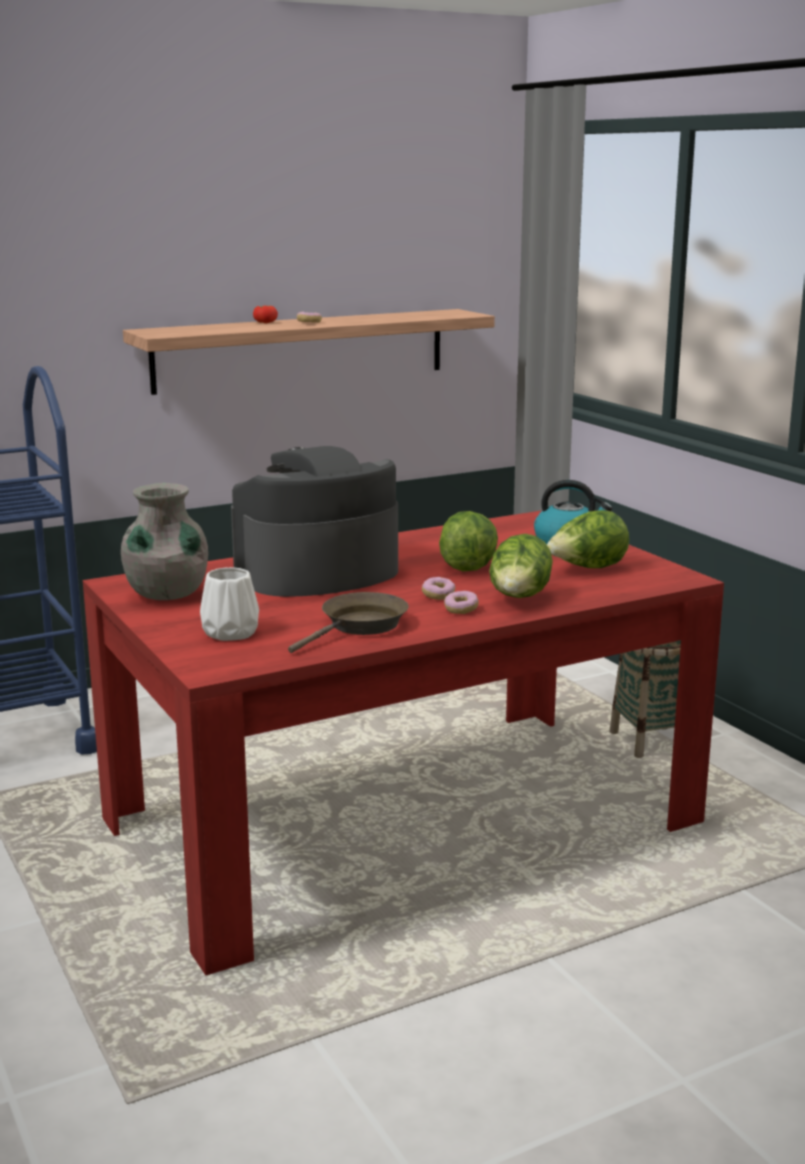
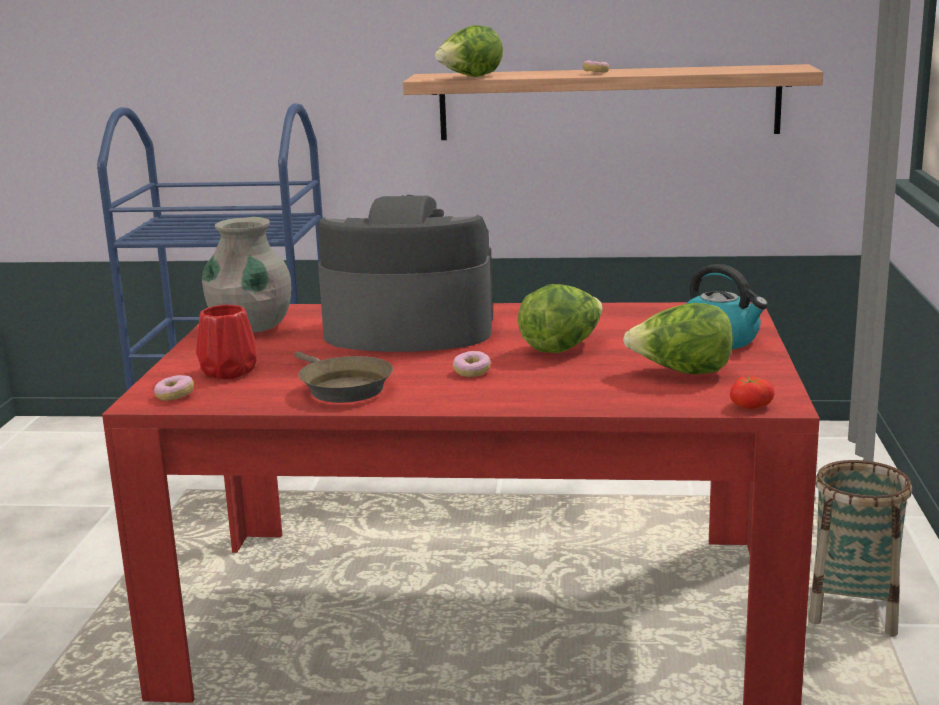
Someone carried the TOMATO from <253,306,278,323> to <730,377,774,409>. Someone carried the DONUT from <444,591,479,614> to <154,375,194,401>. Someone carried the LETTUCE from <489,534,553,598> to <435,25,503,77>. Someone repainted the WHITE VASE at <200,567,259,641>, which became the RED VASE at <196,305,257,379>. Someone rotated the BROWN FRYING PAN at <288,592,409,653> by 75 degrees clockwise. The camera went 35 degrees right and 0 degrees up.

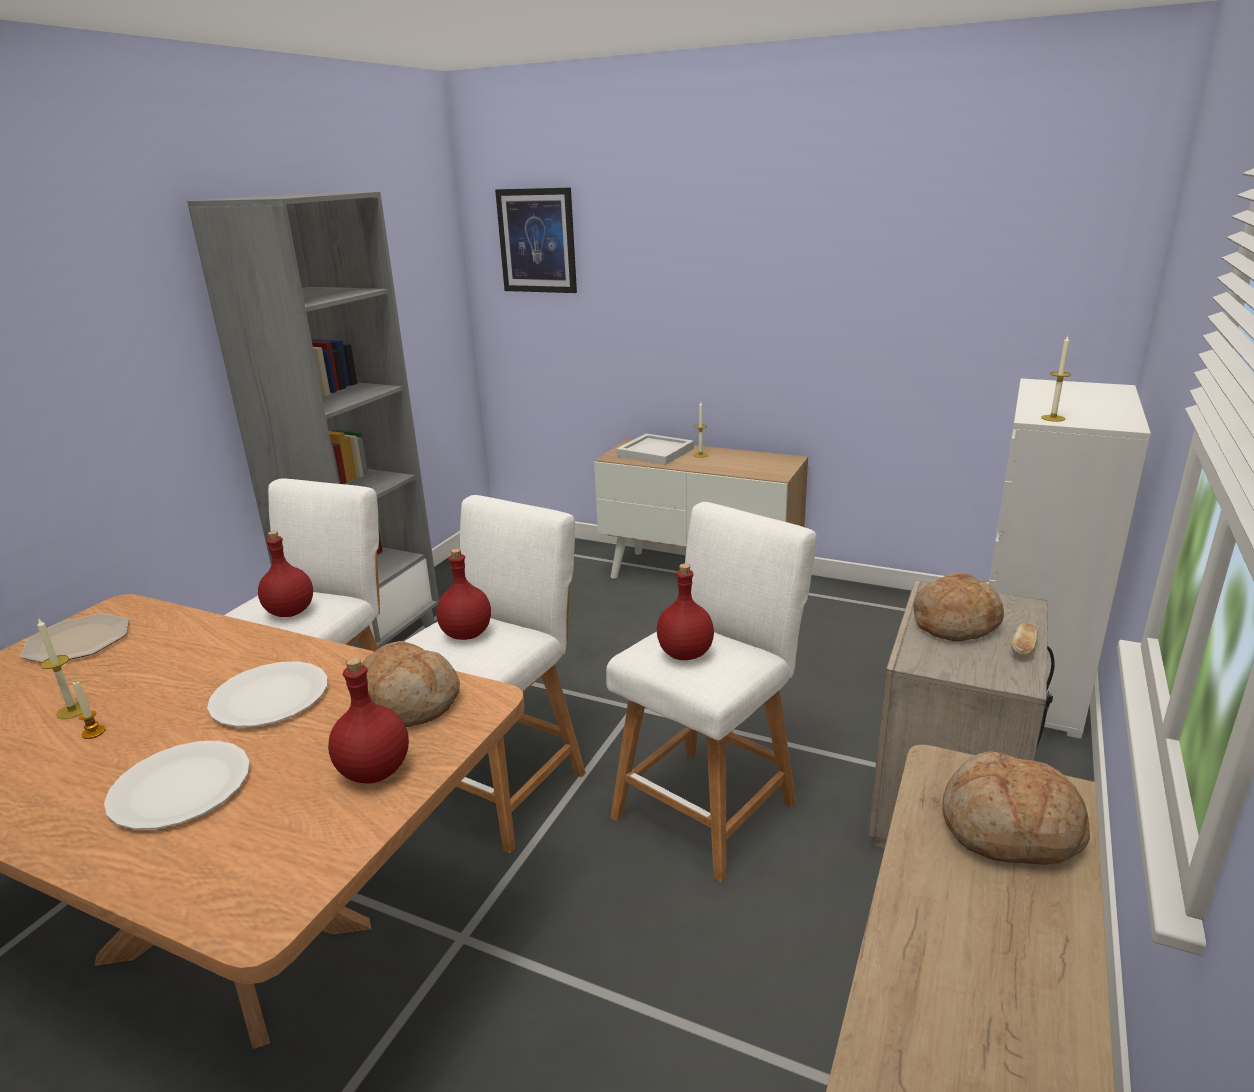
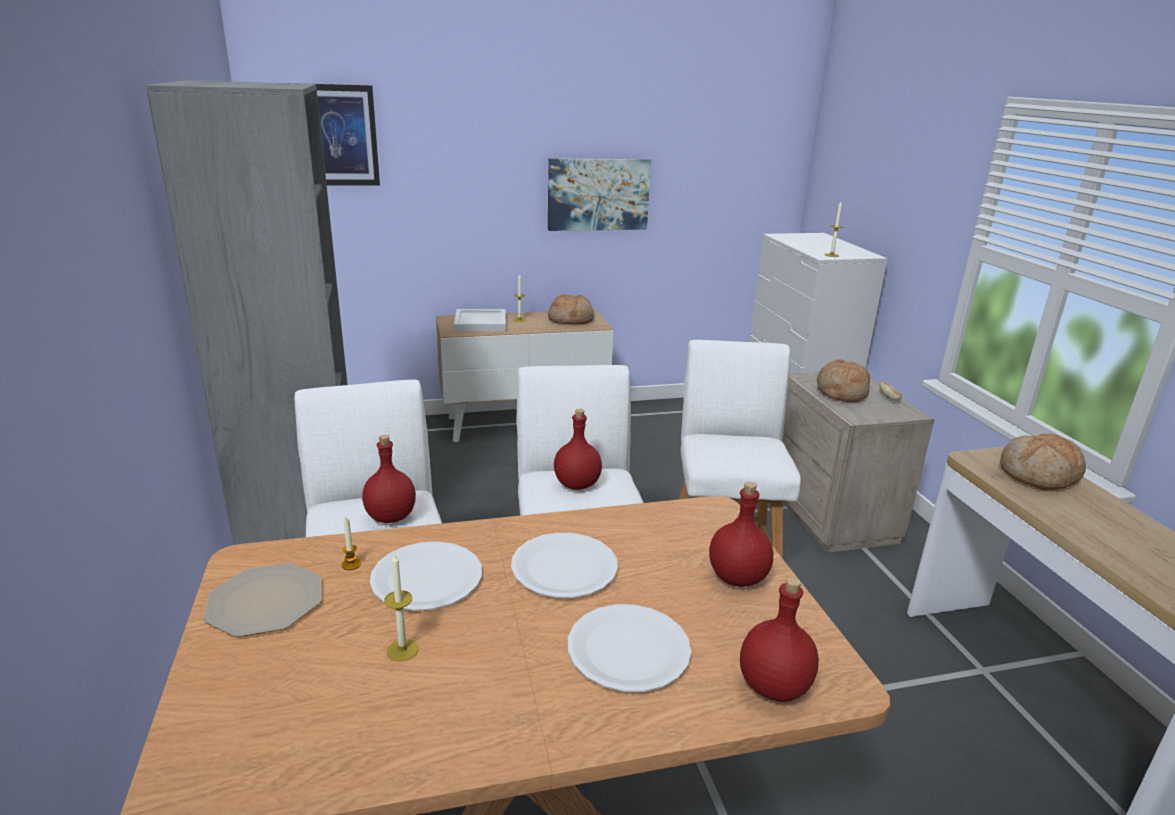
Someone put down the WHITE PLATE at <370,541,482,611>. Someone put up the PICTURE at <548,158,652,231>. Someone carried the CANDLE from <73,681,106,739> to <342,518,361,570>. Someone carried the BREAD from <350,641,460,727> to <548,294,594,324>. Someone carried the RED BOTTLE from <657,563,714,660> to <740,577,819,702>. The camera went 40 degrees left and 0 degrees up.

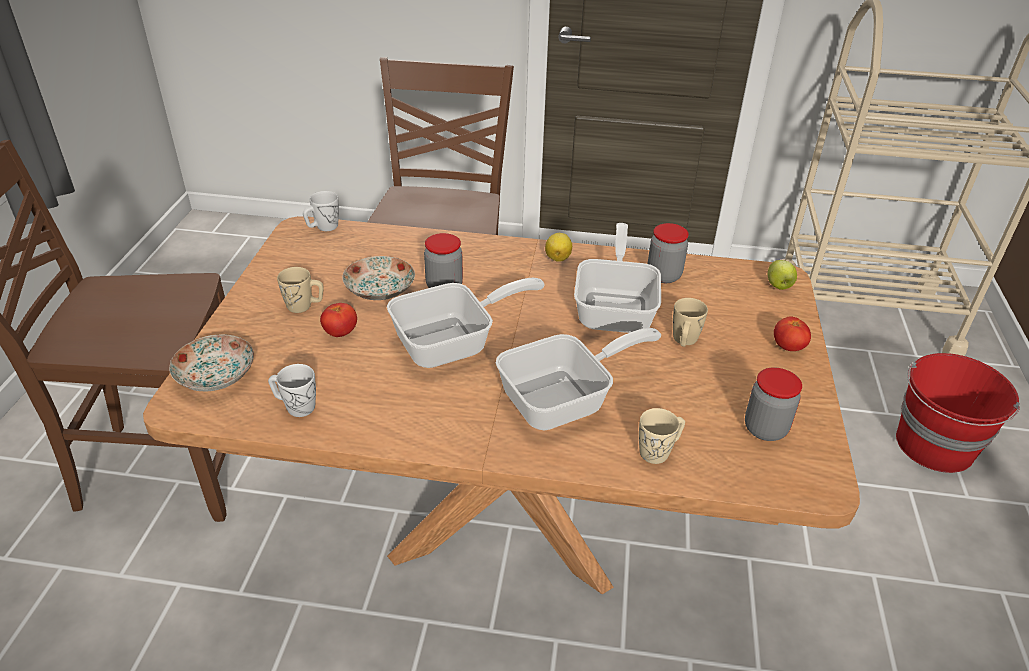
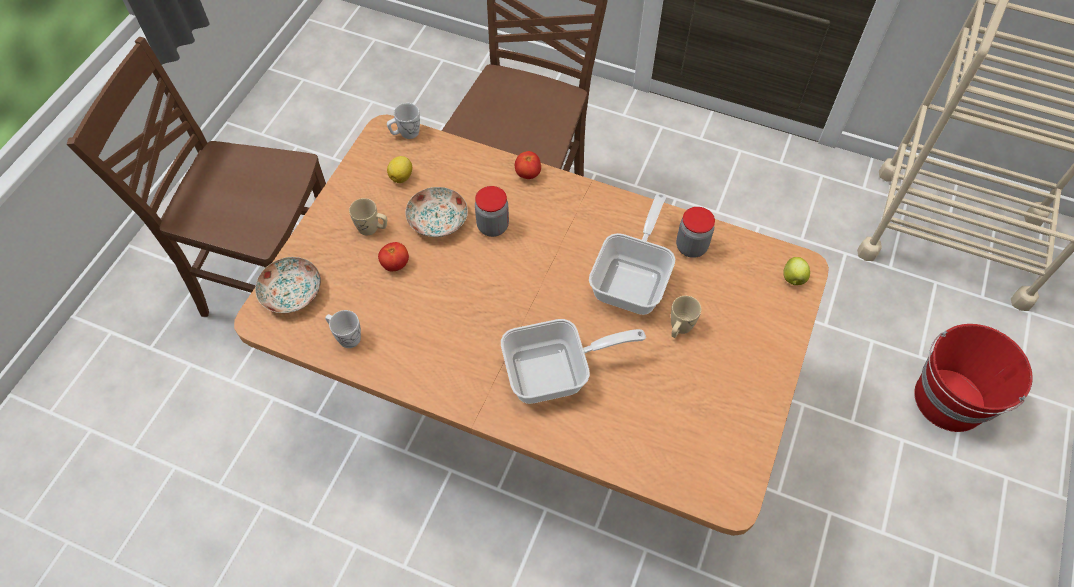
Someone took away the FRYING PAN at <387,278,545,368>. Someone took away the BEIGE MUG at <639,408,685,464>. Someone took away the JAR at <745,367,802,441>. Someone carried the LEMON from <545,233,572,262> to <387,156,412,183>. Someone carried the TOMATO from <774,317,811,351> to <515,151,541,179>. The camera went 15 degrees right and 20 degrees up.

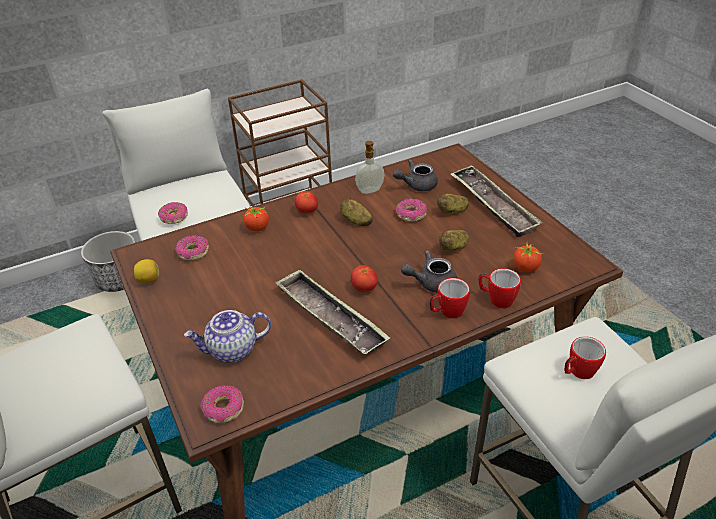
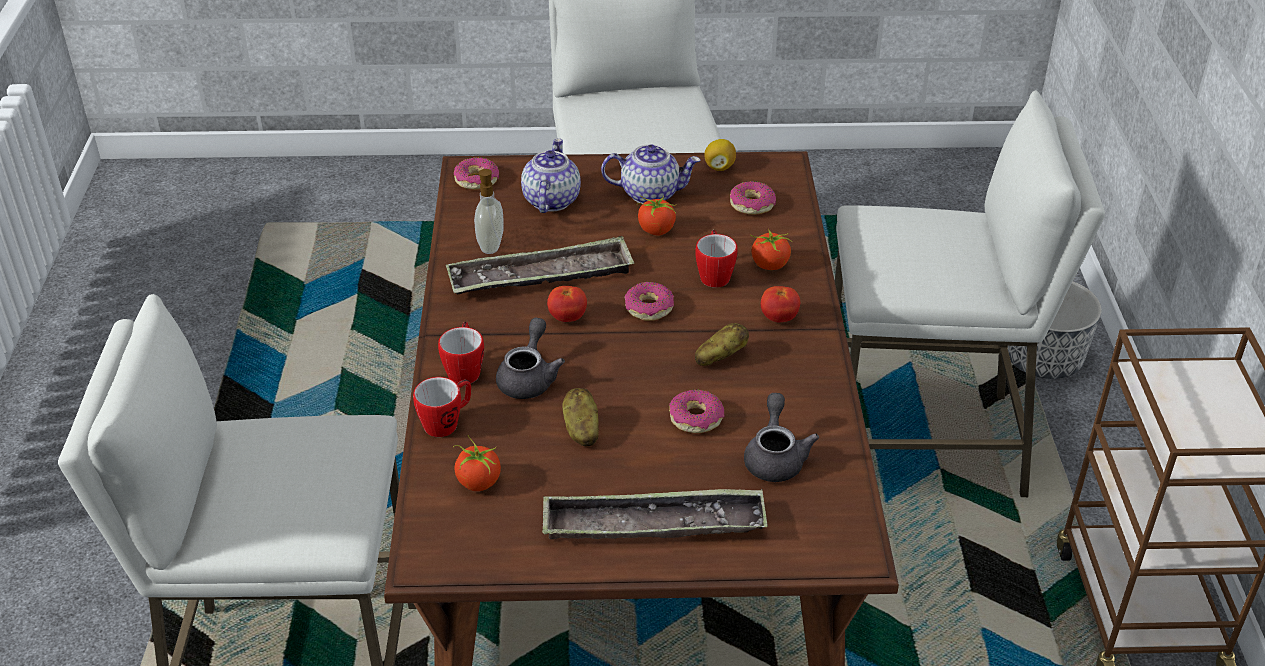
Someone took away the POTATO at <437,194,469,214>. Someone put down the TEAPOT at <601,144,701,204>. Someone put down the TOMATO at <637,194,677,236>. Someone carried the DONUT from <158,202,188,224> to <624,282,674,321>. Someone carried the SOAP DISPENSER from <355,141,384,194> to <468,169,504,254>. Someone carried the MUG from <564,337,606,379> to <695,230,738,288>. The camera went 115 degrees right and 0 degrees up.

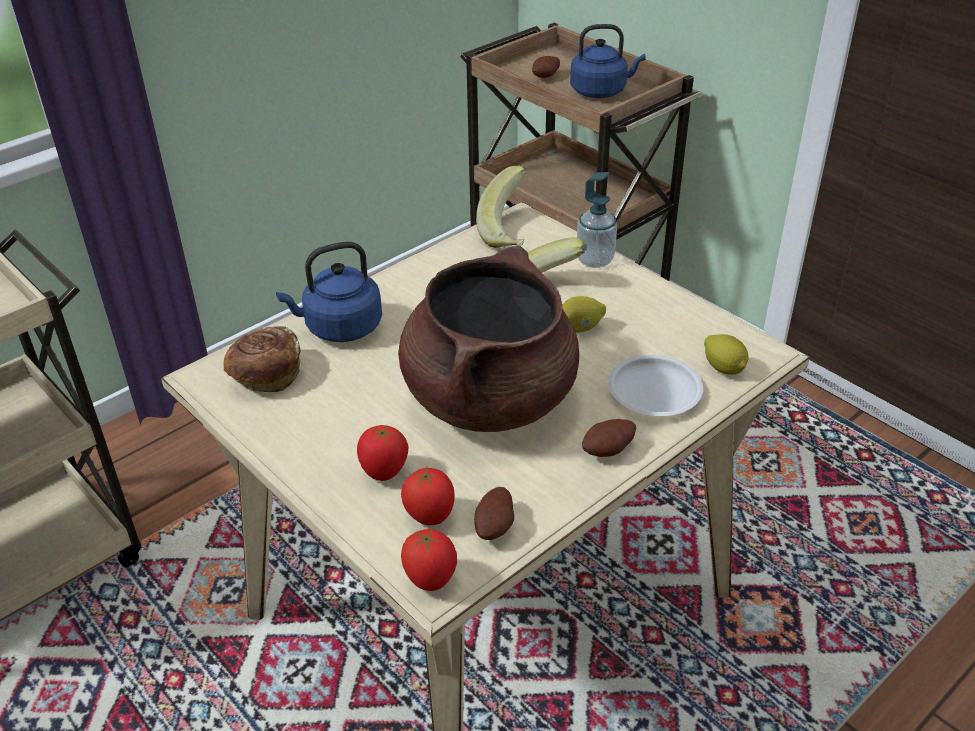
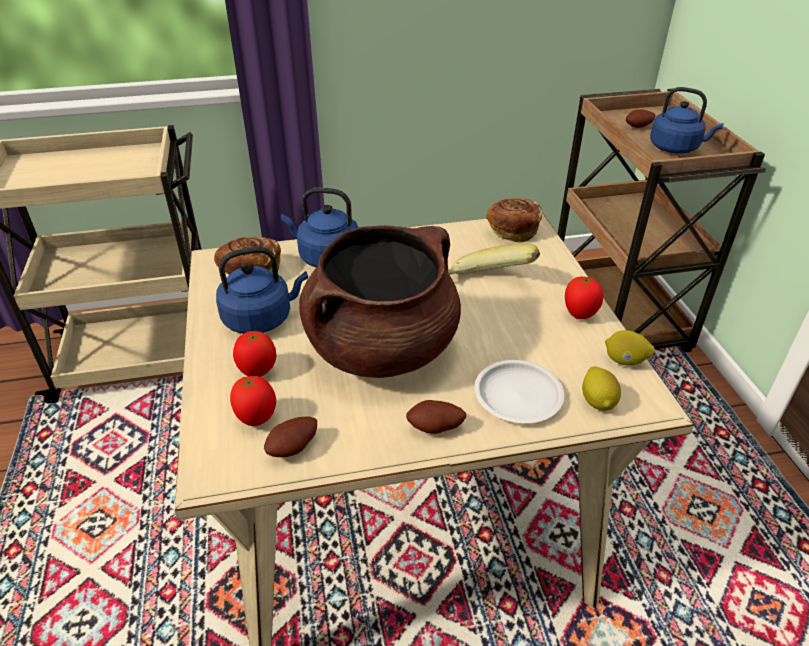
Someone took away the SOAP DISPENSER at <577,172,617,268>. Someone put down the BLUE KETTLE at <216,247,308,334>. Someone carried the TOMATO from <401,528,457,591> to <565,276,603,319>. Someone carried the LEMON from <562,296,606,332> to <605,330,655,365>. Someone swapped the BANANA at <476,166,526,248> for the BREAD at <486,198,542,242>. The camera went 30 degrees right and 0 degrees up.

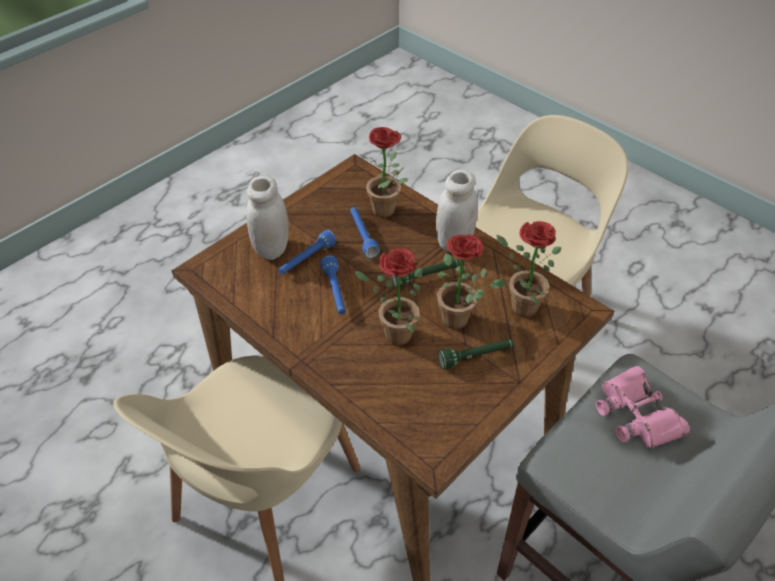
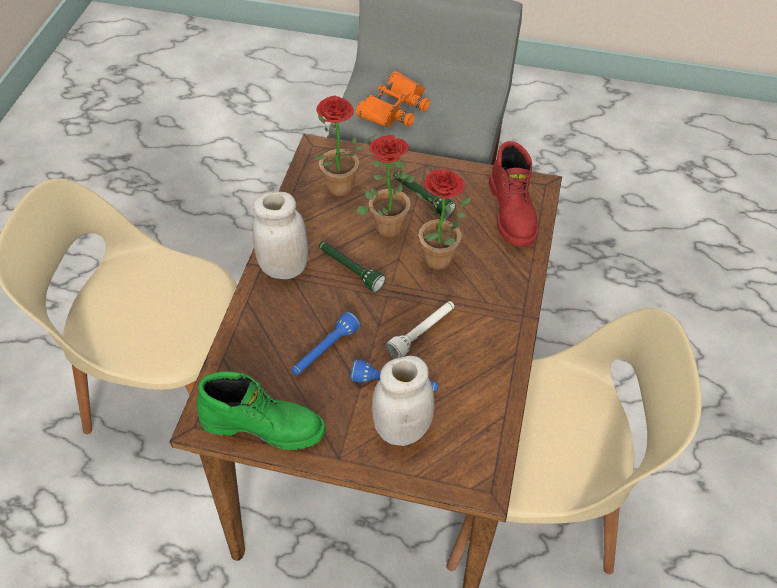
Someone took away the POTTED PLANT at <361,127,408,218>. Someone put down the GREEN BOOT at <196,372,325,450>. Someone put down the RED BOOT at <489,141,538,246>. Someone repainted the BLUE FLASHLIGHT at <320,255,346,315>, which became the WHITE FLASHLIGHT at <386,301,454,359>. Someone repainted the PINK BINOCULARS at <596,366,690,448>, which became the ORANGE BINOCULARS at <356,71,430,128>. The camera went 120 degrees left and 5 degrees up.

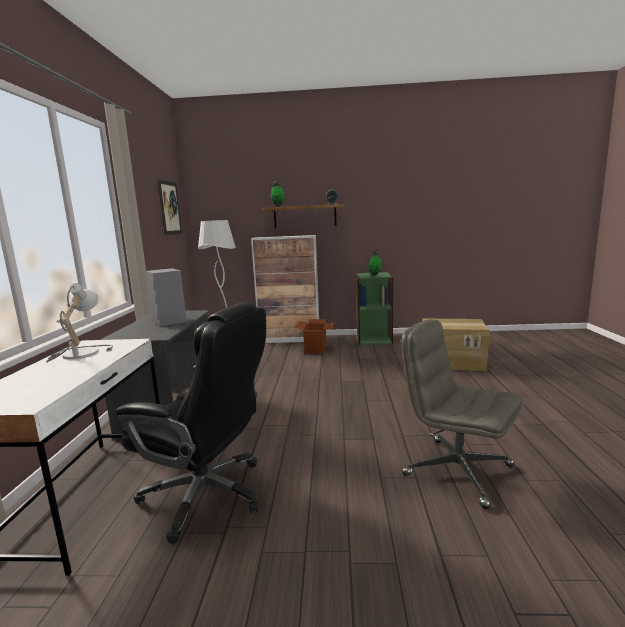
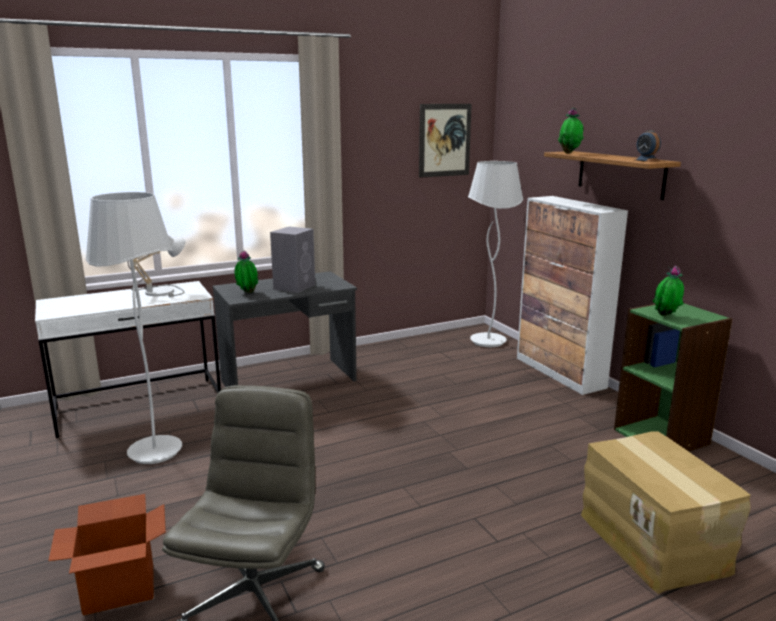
Someone put down the POTTED PLANT at <234,251,258,293>. Someone carried the CARDBOARD BOX from <295,319,334,354> to <48,494,166,615>. Someone swapped the BLACK OFFICE CHAIR at <115,302,266,544> for the WHITE FLOOR LAMP at <86,192,182,464>. The camera went 60 degrees right and 5 degrees up.

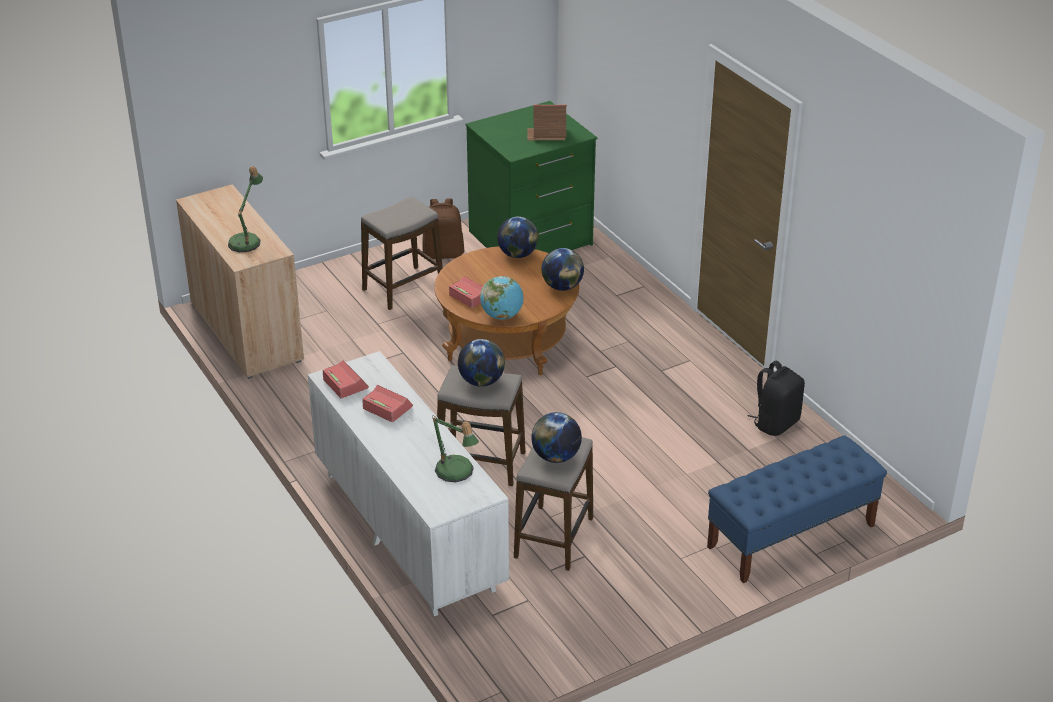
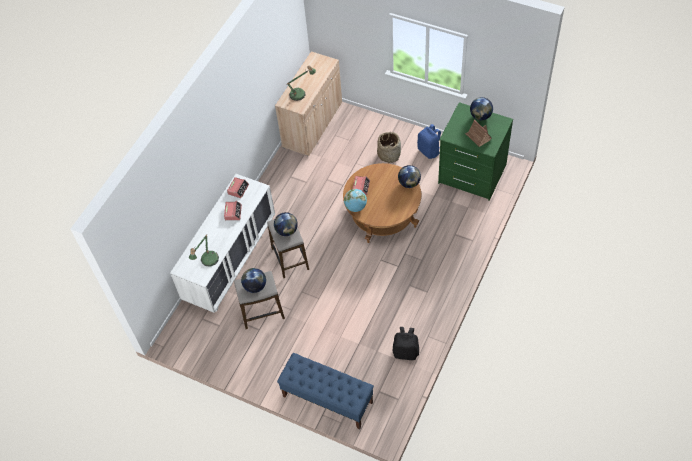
Someone carried the GLOBE from <542,248,584,291> to <470,97,493,120>. Someone swapped the STOOL at <361,196,443,310> for the BASKET at <377,132,401,164>. Someone repainted the BROWN BACKPACK at <422,198,464,259>, which became the BLUE BACKPACK at <417,124,441,159>. The camera went 60 degrees right and 20 degrees up.

